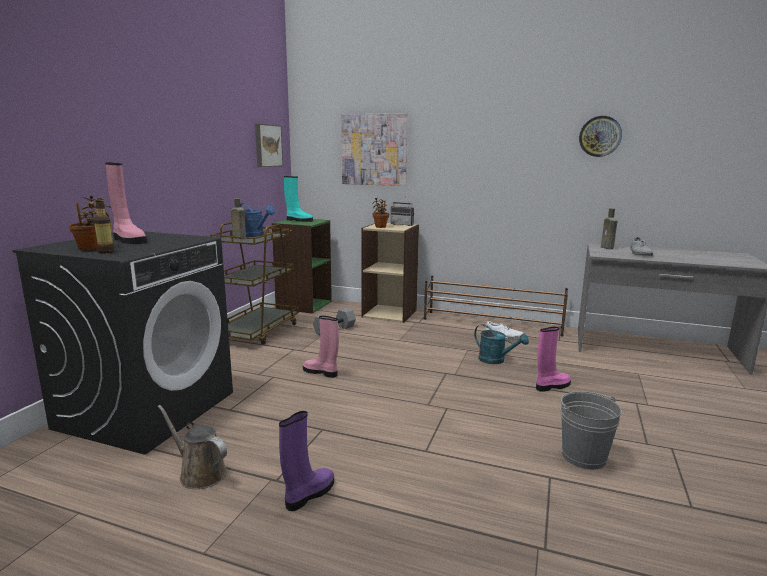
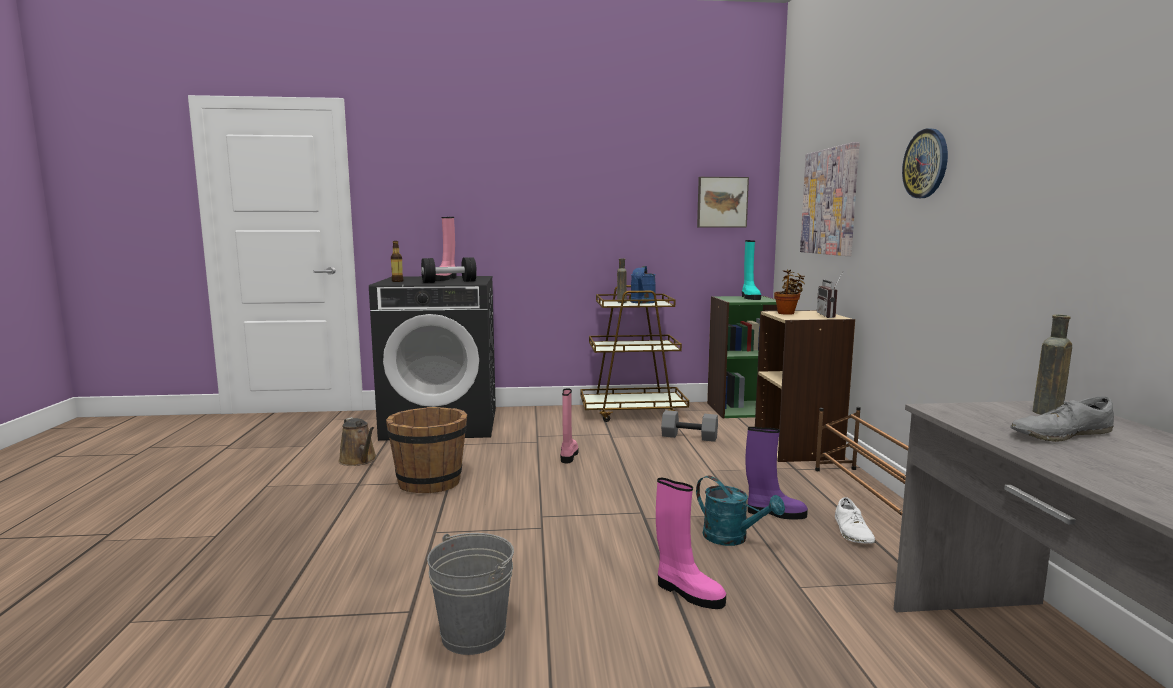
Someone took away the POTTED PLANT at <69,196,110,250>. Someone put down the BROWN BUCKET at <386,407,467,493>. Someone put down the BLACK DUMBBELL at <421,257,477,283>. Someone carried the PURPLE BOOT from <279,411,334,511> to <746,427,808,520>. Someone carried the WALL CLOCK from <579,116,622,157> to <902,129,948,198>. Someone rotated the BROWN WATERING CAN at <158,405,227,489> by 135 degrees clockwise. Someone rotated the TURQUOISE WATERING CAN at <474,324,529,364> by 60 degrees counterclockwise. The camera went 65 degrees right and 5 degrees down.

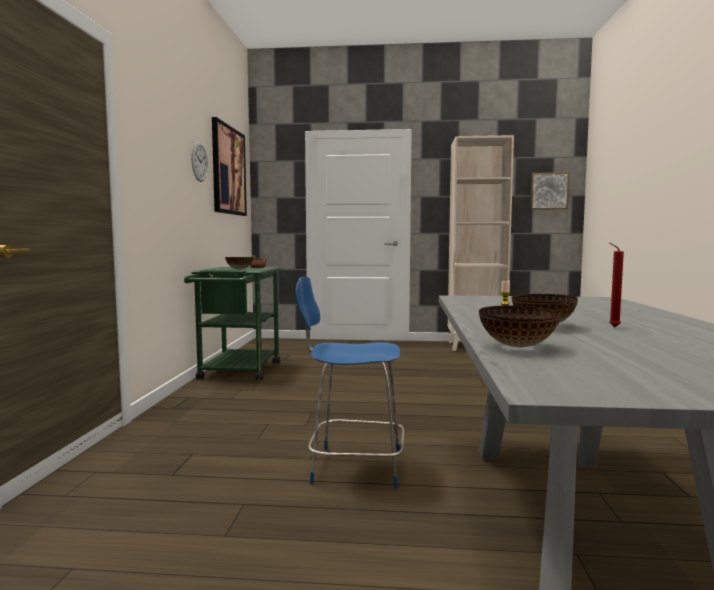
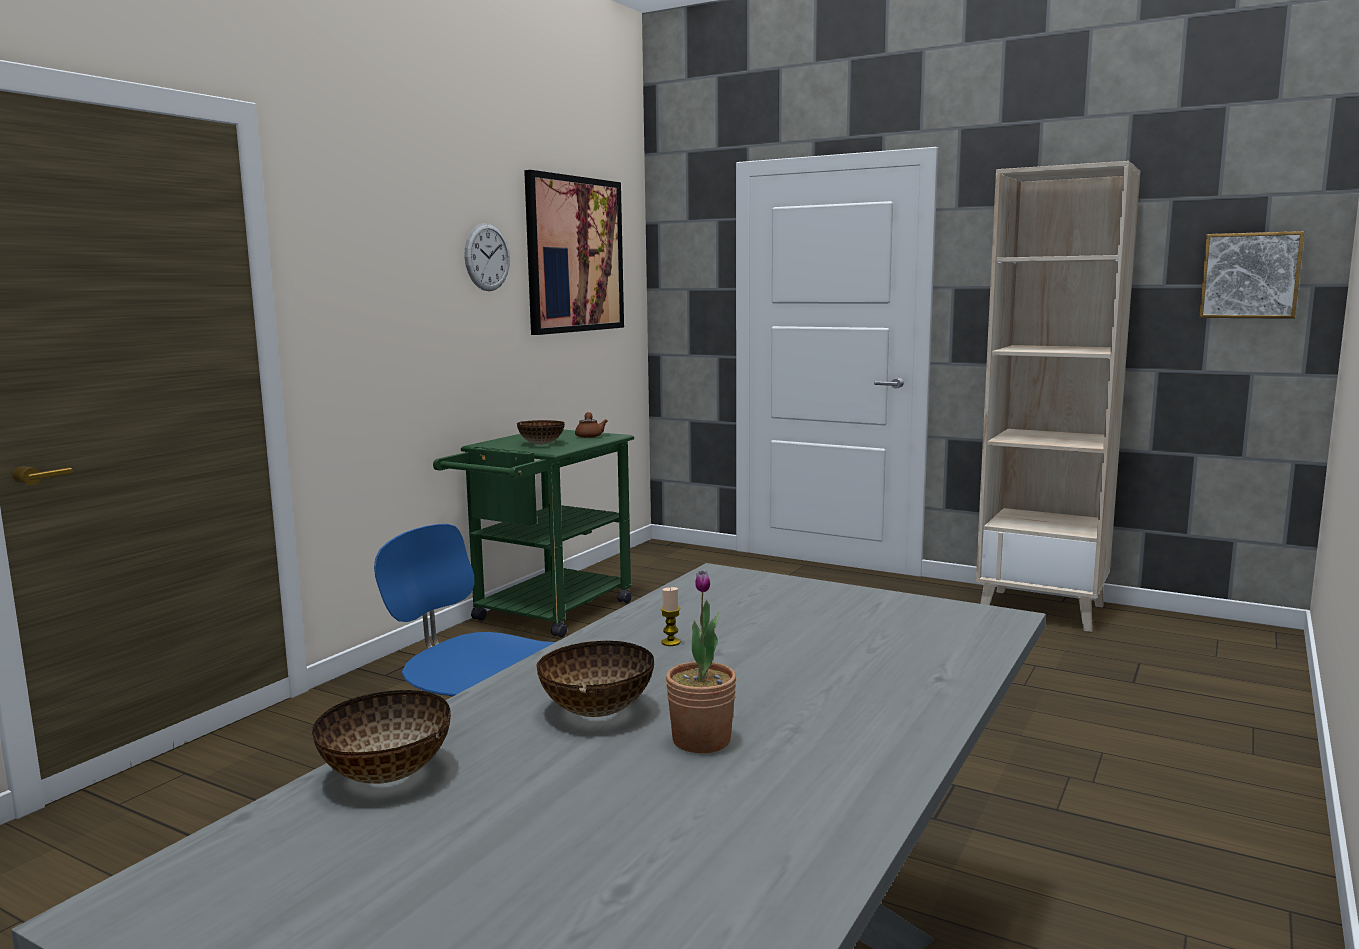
Someone swapped the RED CANDLE at <609,243,624,327> for the POTTED PLANT at <666,571,737,753>. The camera went 25 degrees right and 5 degrees up.

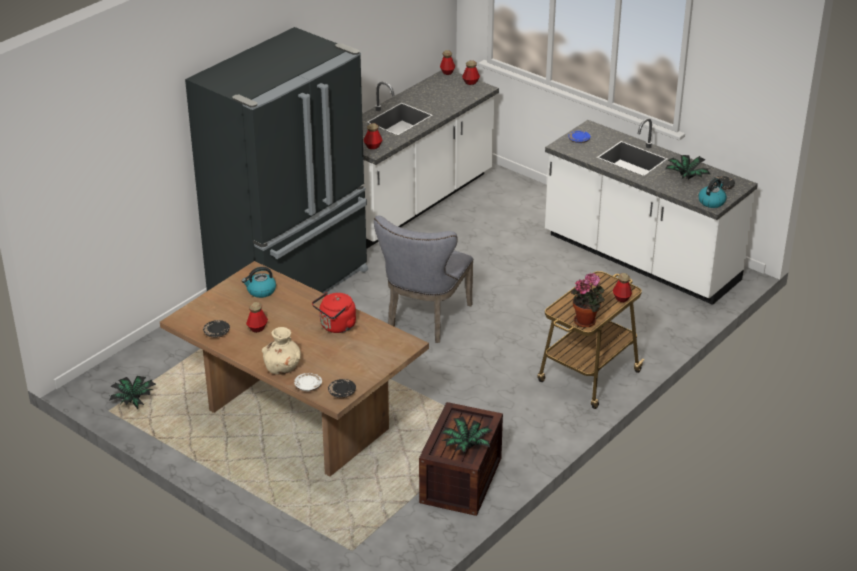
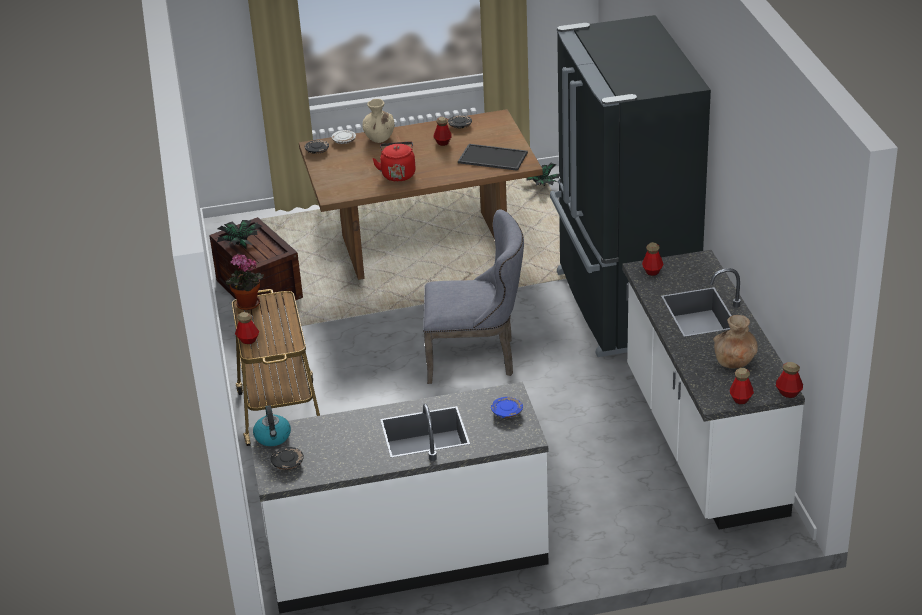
Someone took away the POTTED PLANT at <665,155,710,180>. Someone put down the BROWN VASE at <713,315,758,368>. Someone swapped the KETTLE at <242,267,276,298> for the TRAY at <458,144,528,171>. Someone rotated the GREY CHAIR at <374,215,473,343> by 120 degrees clockwise. The camera went 130 degrees right and 0 degrees up.

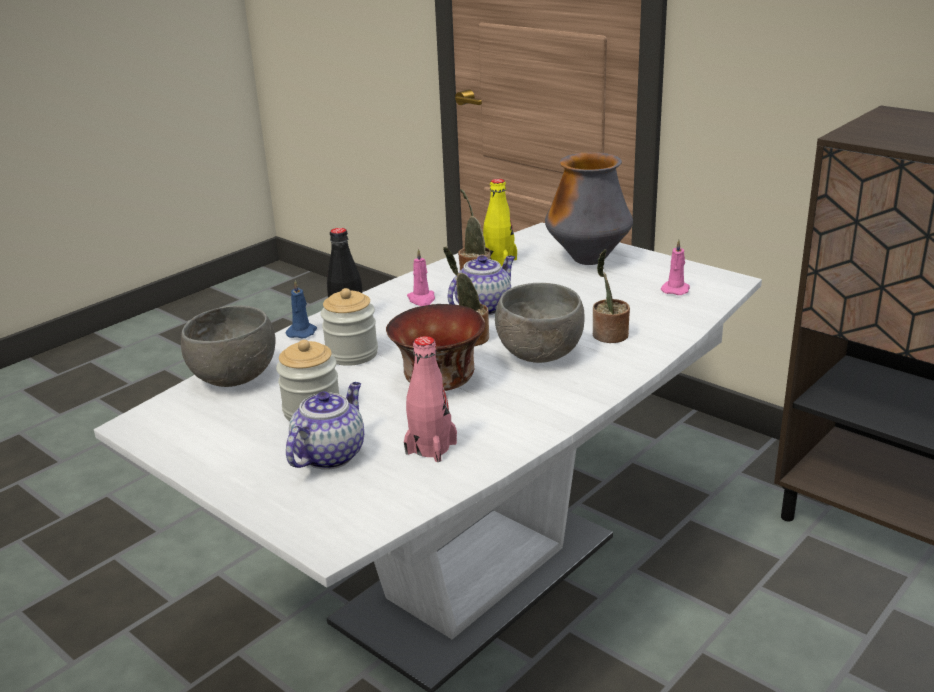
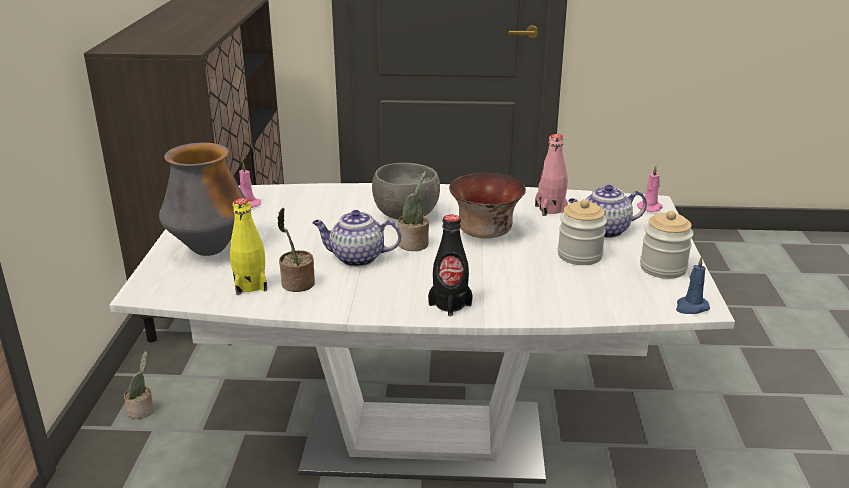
Someone took away the GREY BOWL at <181,306,276,387>. Someone carried the BLUE CANDLE from <286,280,317,339> to <676,256,710,314>. Someone carried the JAR from <321,288,378,366> to <640,211,694,279>. Someone carried the PINK CANDLE from <407,248,435,306> to <637,165,663,212>. Someone carried the POTTED PLANT from <593,249,630,343> to <124,351,153,419>. The camera went 130 degrees left and 0 degrees up.

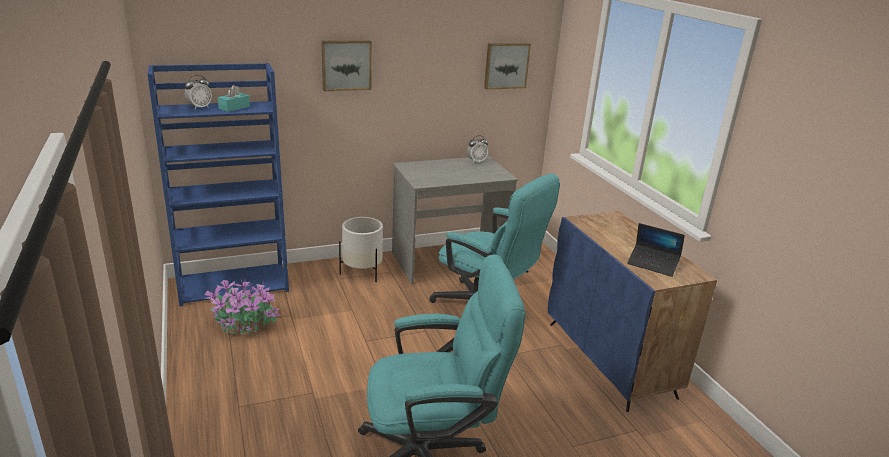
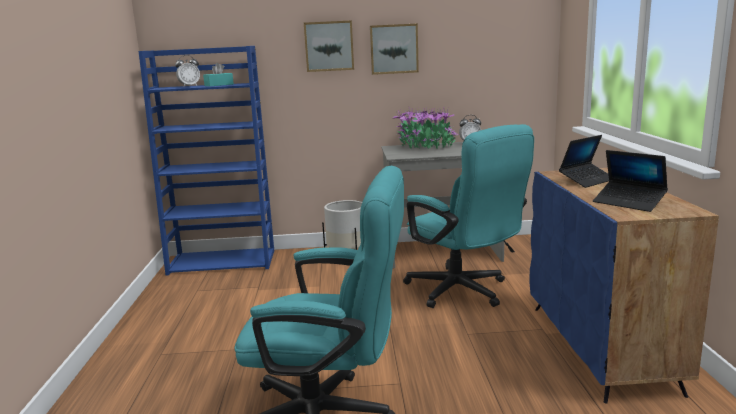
Someone put down the LAPTOP at <559,135,609,188>. Someone carried the POTTED PLANT from <204,278,280,335> to <393,107,458,150>. Someone carried the PICTURE from <484,43,531,90> to <370,24,419,75>. The camera went 20 degrees right and 10 degrees down.

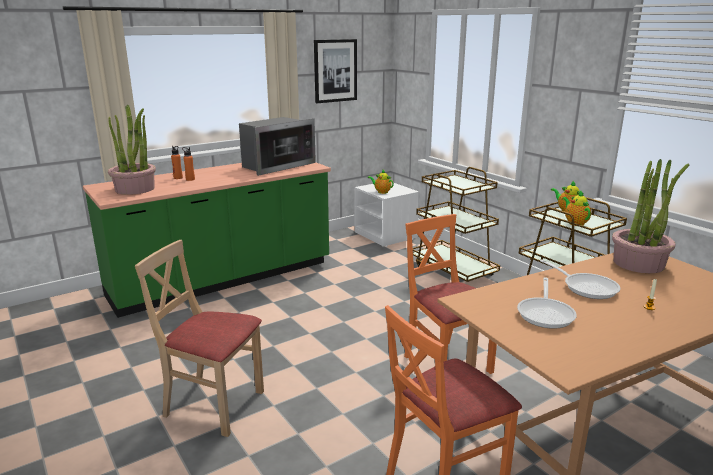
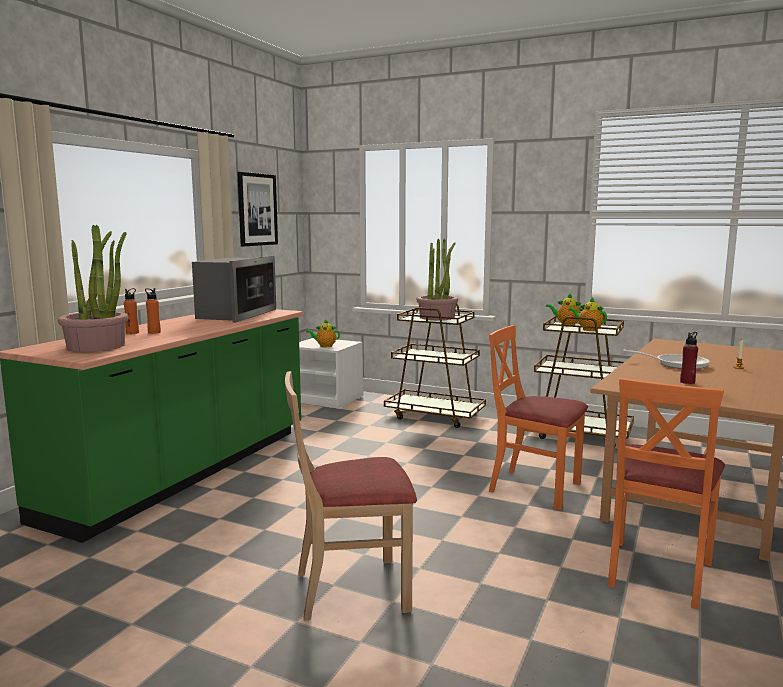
Someone carried the POTTED PLANT from <612,159,689,273> to <416,238,458,320>. Someone swapped the FRYING PAN at <517,277,577,329> for the RED BOTTLE at <680,332,698,384>. The camera went 30 degrees left and 10 degrees down.

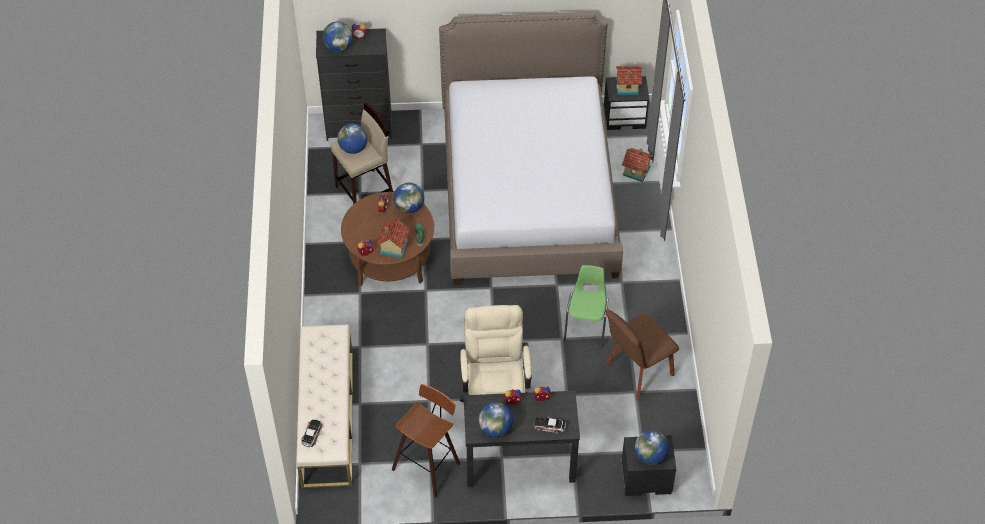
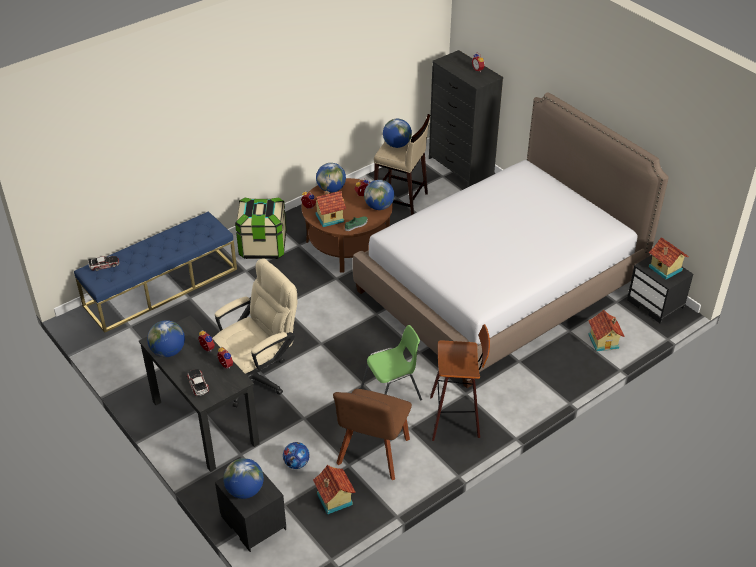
Someone put down the STORAGE BOX at <235,198,287,259>. Someone put down the FOOTBALL at <283,442,309,469>. Someone put down the TOY HOUSE at <313,465,356,515>. Someone carried the GLOBE from <322,21,353,52> to <316,163,346,193>. Someone carried the STOOL from <392,384,460,498> to <430,324,490,441>. Someone repainted the BEIGE BENCH at <297,324,353,488>, which became the BLUE BENCH at <74,211,237,333>. Someone rotated the BROWN CHAIR at <605,310,679,400> by 90 degrees counterclockwise. The camera went 55 degrees right and 10 degrees down.

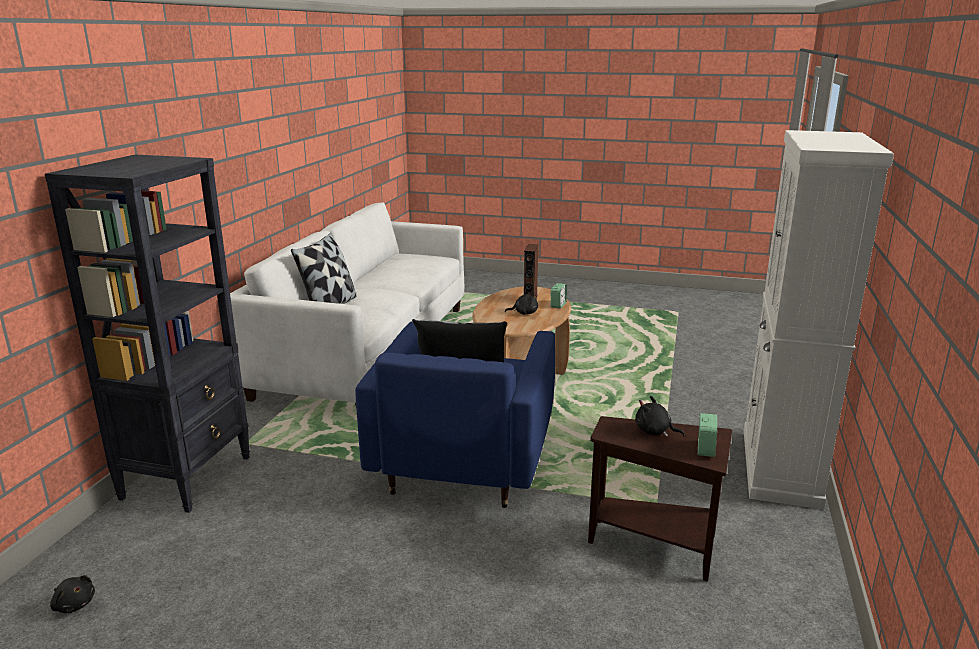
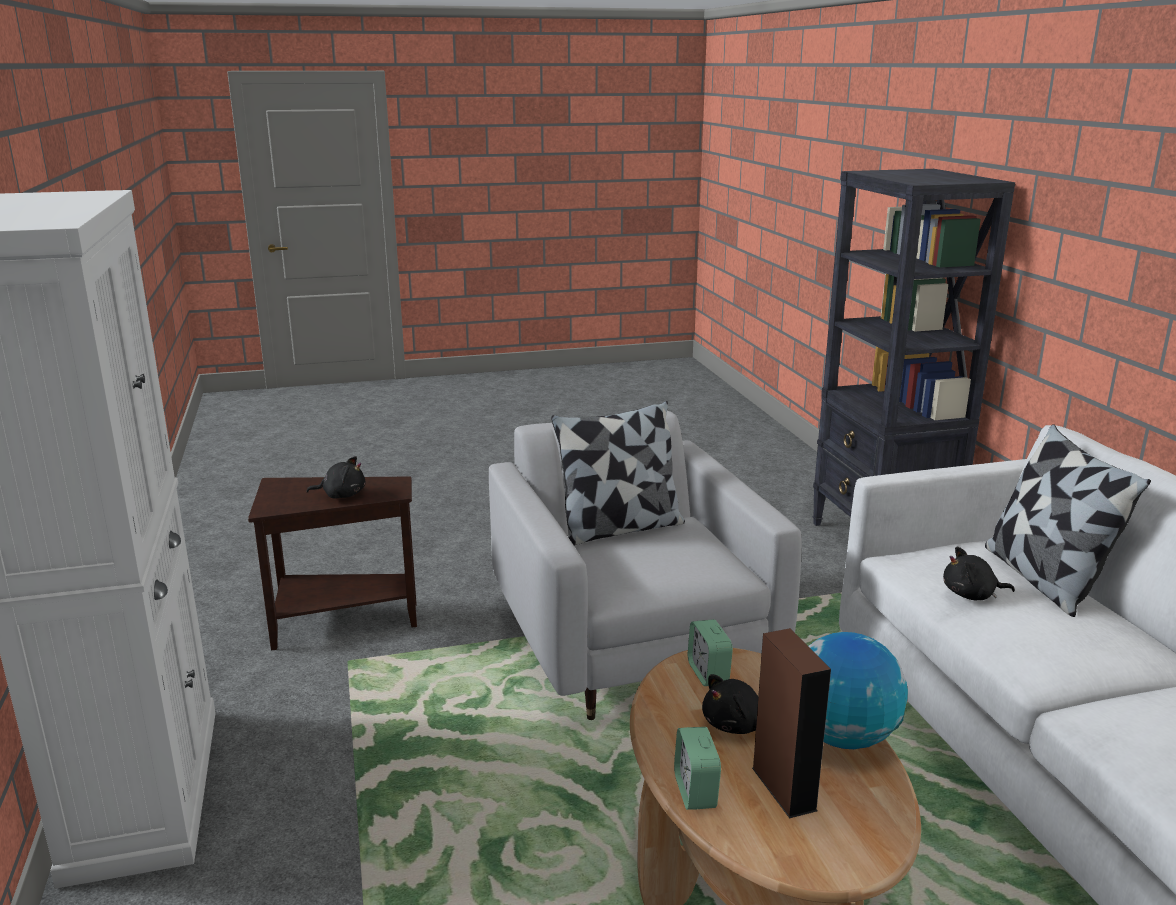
Someone put down the GLOBE at <809,632,908,749>. Someone carried the BLACK PLUSH TOY from <50,575,95,613> to <943,547,1015,601>. Someone carried the ALARM CLOCK from <698,413,717,457> to <688,619,733,686>. Someone repainted the BLUE ARMCHAIR at <355,321,555,508>, which became the WHITE ARMCHAIR at <489,411,802,720>. The camera went 150 degrees right and 0 degrees up.

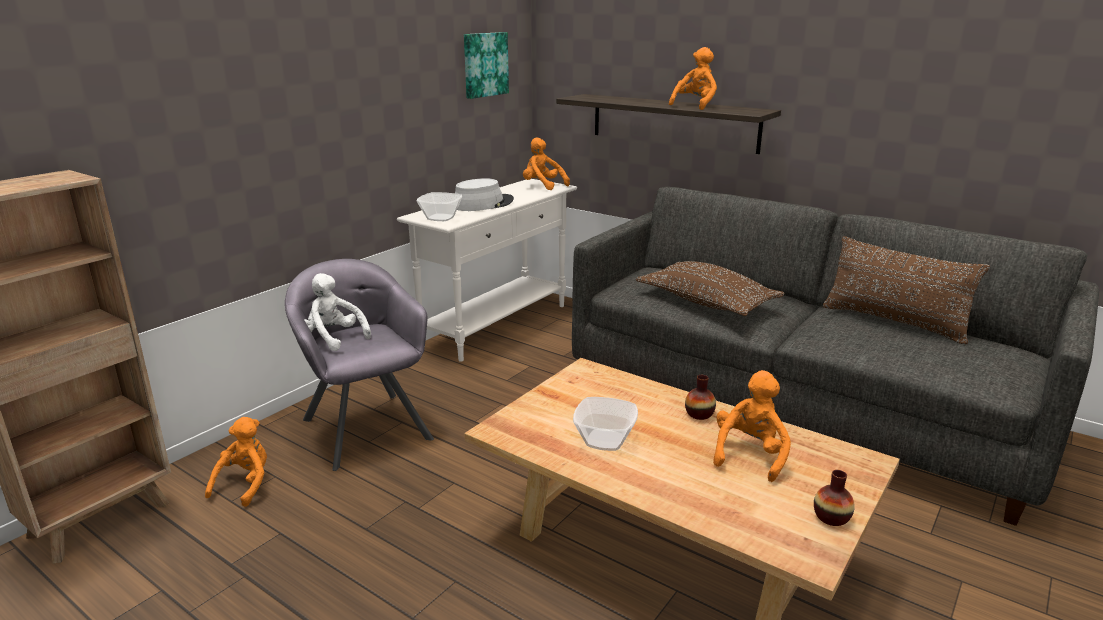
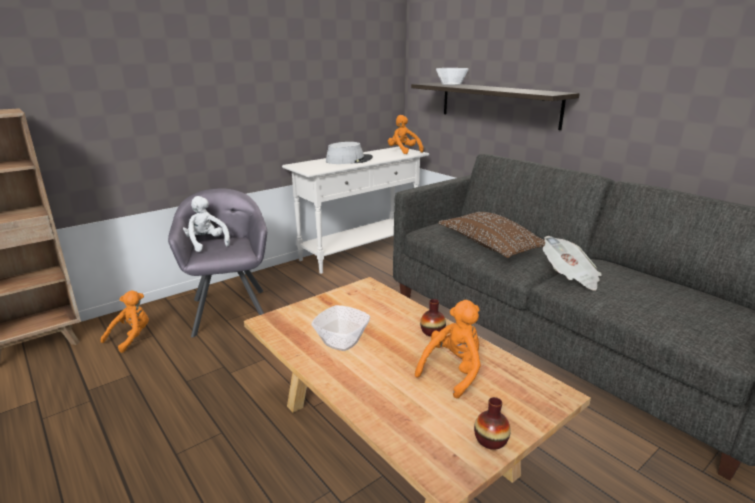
Someone took away the PICTURE at <464,32,509,99>. Someone took away the ORANGE PLUSH TOY at <669,47,717,110>. Someone took away the BROWN PILLOW at <823,236,990,344>. Someone put down the NEWSPAPER at <542,236,601,291>. Someone carried the BOWL from <417,192,462,221> to <436,68,469,85>. The camera went 15 degrees right and 0 degrees up.

